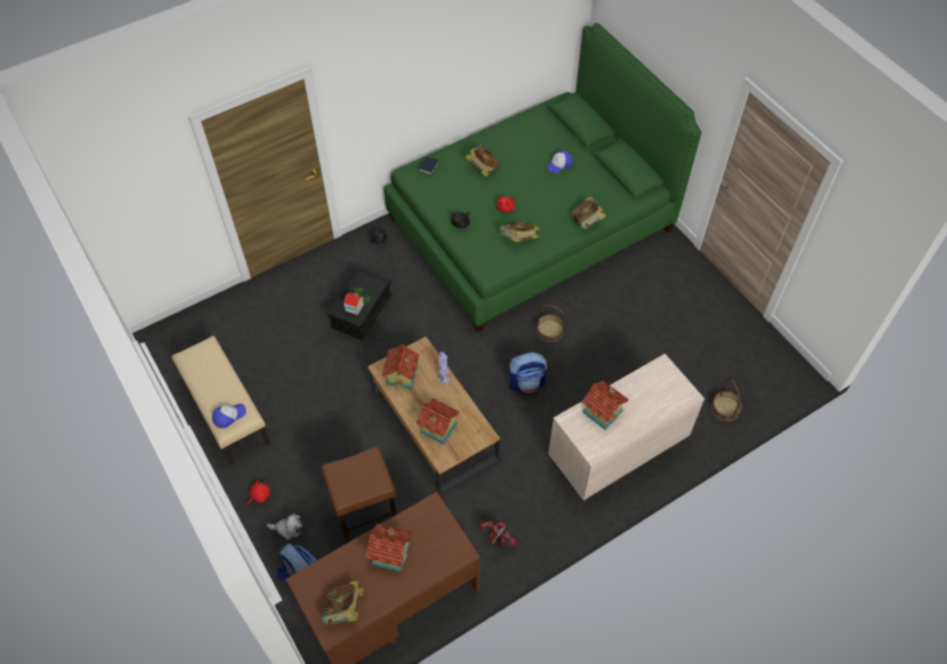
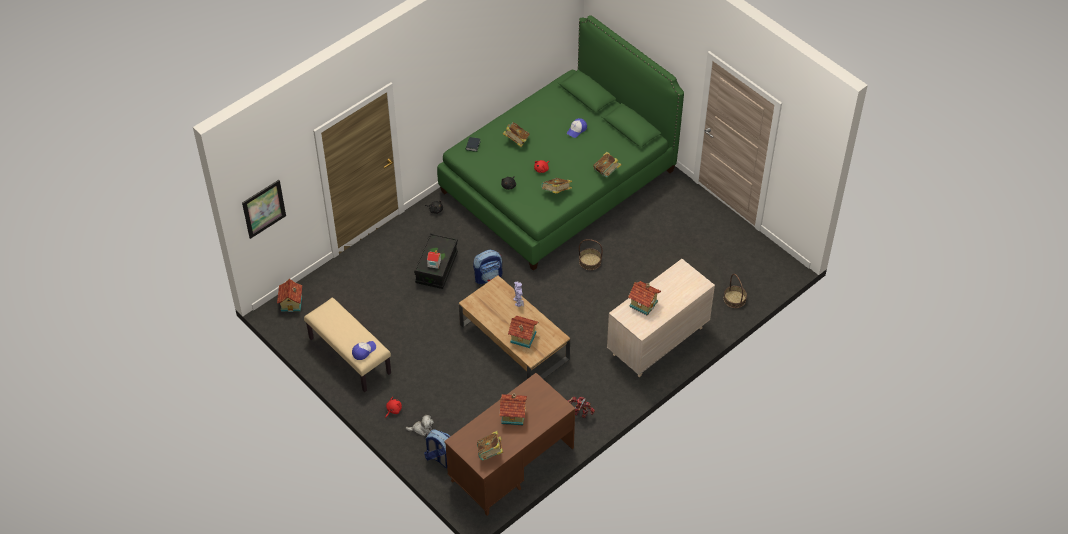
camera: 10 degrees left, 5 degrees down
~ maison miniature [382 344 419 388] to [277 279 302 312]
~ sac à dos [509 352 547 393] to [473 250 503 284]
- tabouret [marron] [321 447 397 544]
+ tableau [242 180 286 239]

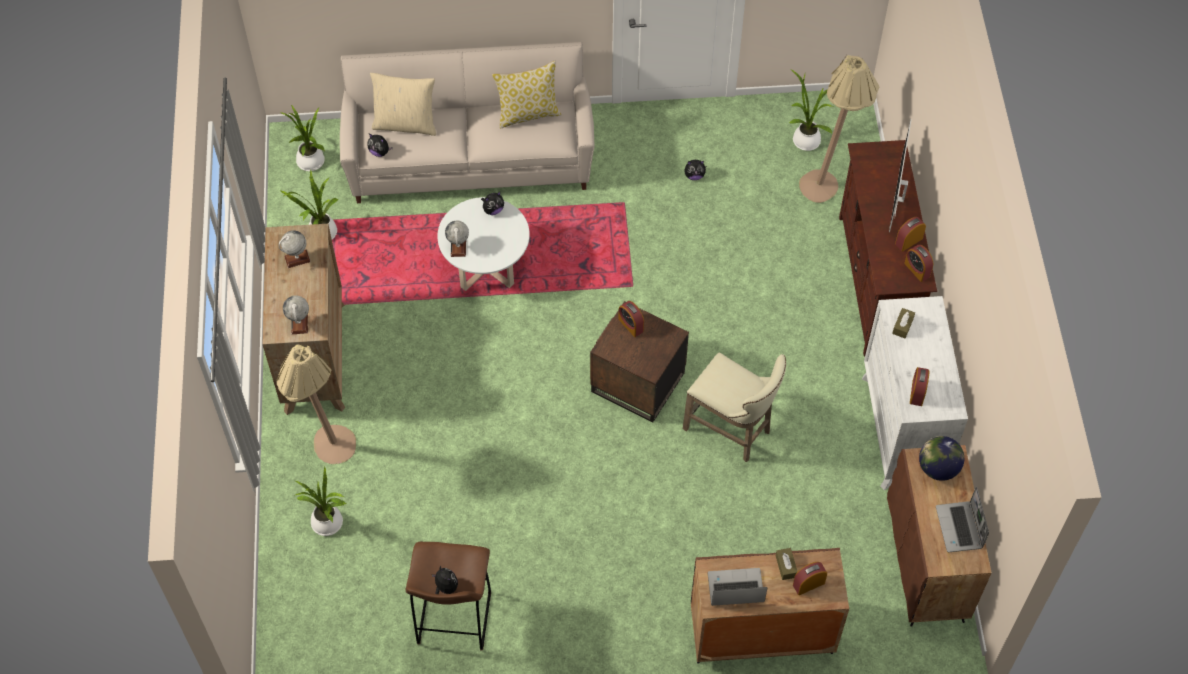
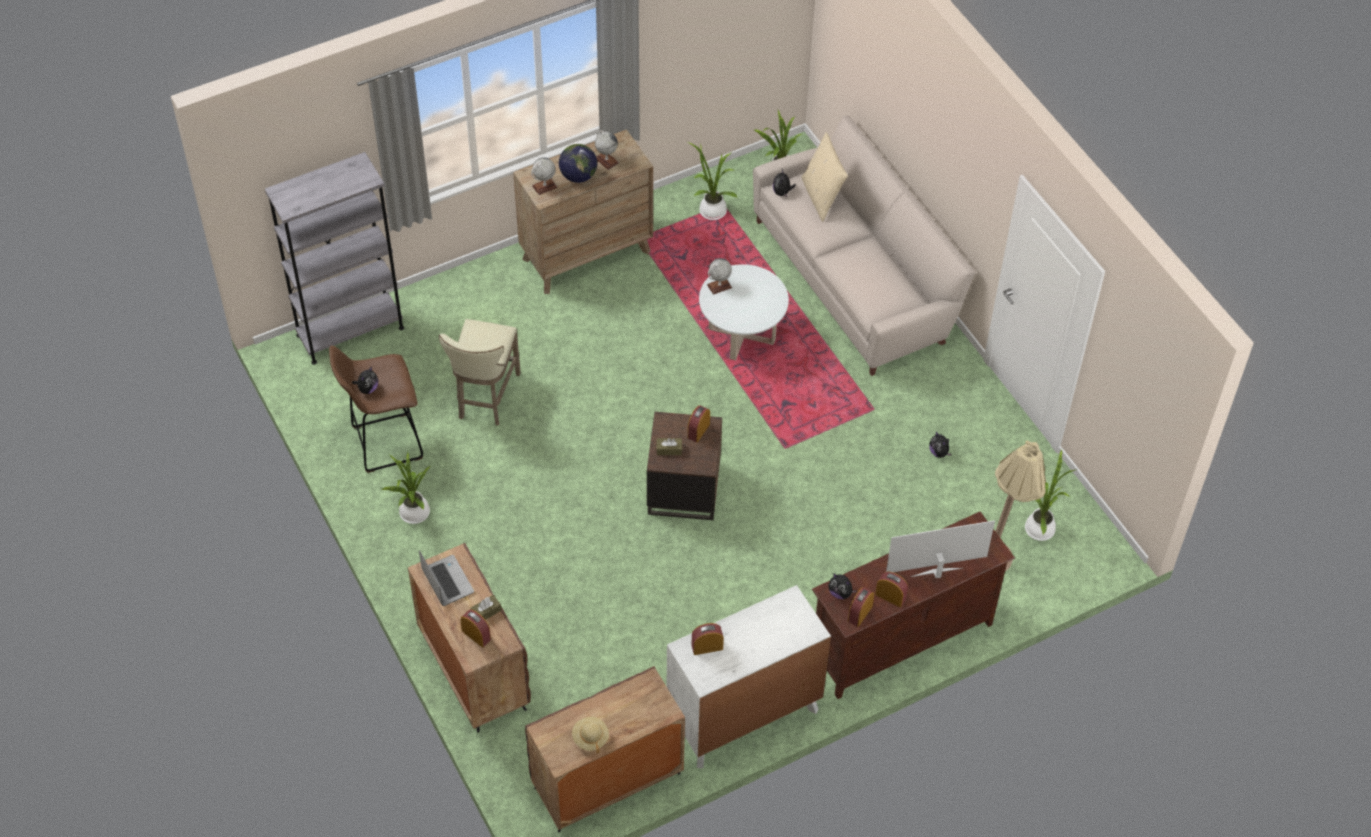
camera: 65 degrees right, 5 degrees down
- coussin [492 61 561 129]
~ peluche [481 192 504 215] to [828 573 857 599]
~ boîte à mouchoirs [marron] [892 308 915 338] to [656 438 682 455]
- lampadaire [beige] [277 344 356 464]
~ tabouret [beige] [683 353 786 462] to [439 319 521 426]
~ globe [919 436 964 481] to [559 144 597 183]
~ plante en pot [294 467 346 536] to [381 452 430 524]
~ ordinateur portable [936 486 989 552] to chapeau [beige] [572 717 609 753]
+ bibliothèque [gris] [264 152 404 365]

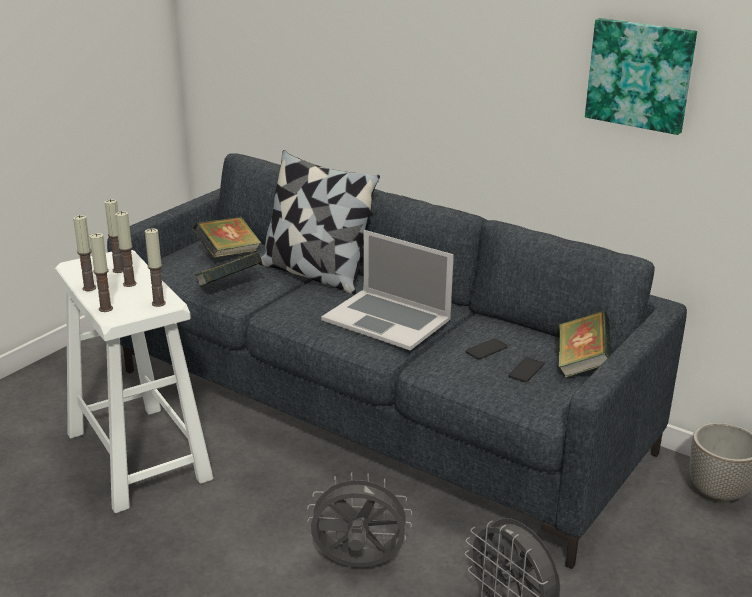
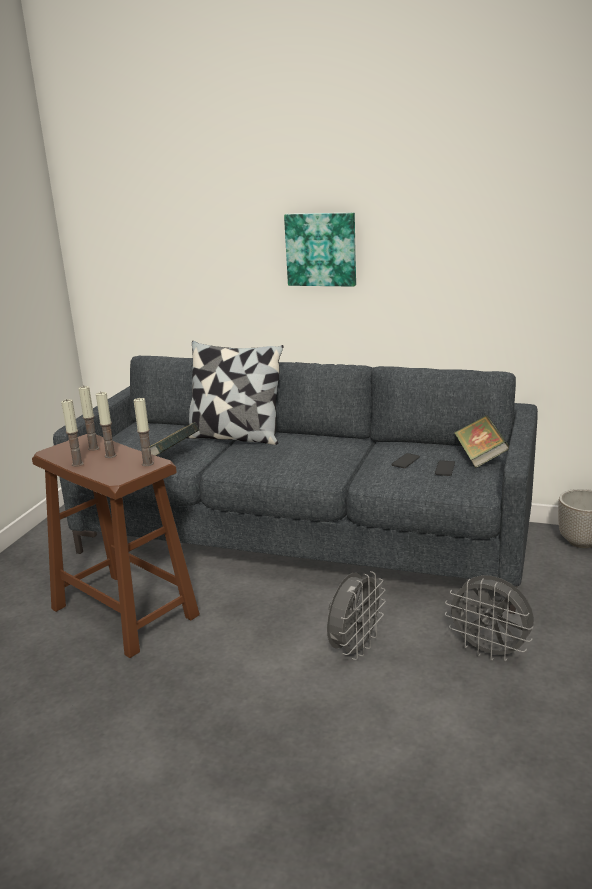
camera: 15 degrees left, 5 degrees down
~ tableau [585 18 697 135] to [284 213 356 287]
- livre [193 217 261 258]
- ordinateur portable [321 230 454 351]
- bougie [90 233 113 312]
~ tabouret [blanc] [54 250 213 513] to tabouret [marron] [32 434 200 658]
~ ventilateur [gris] [307 472 412 567] = [327 571 386 660] 135 degrees clockwise

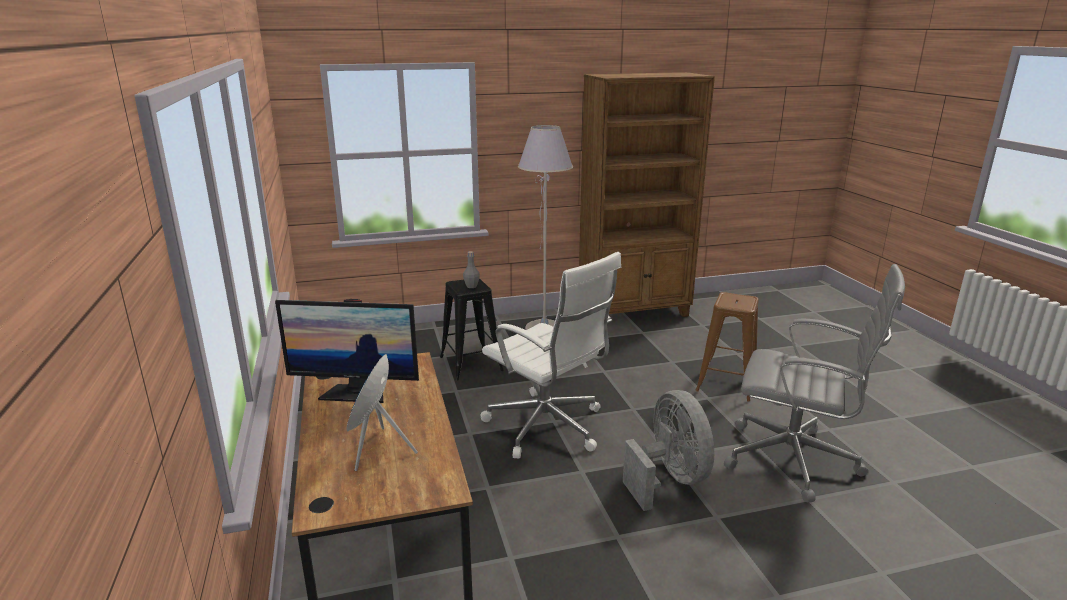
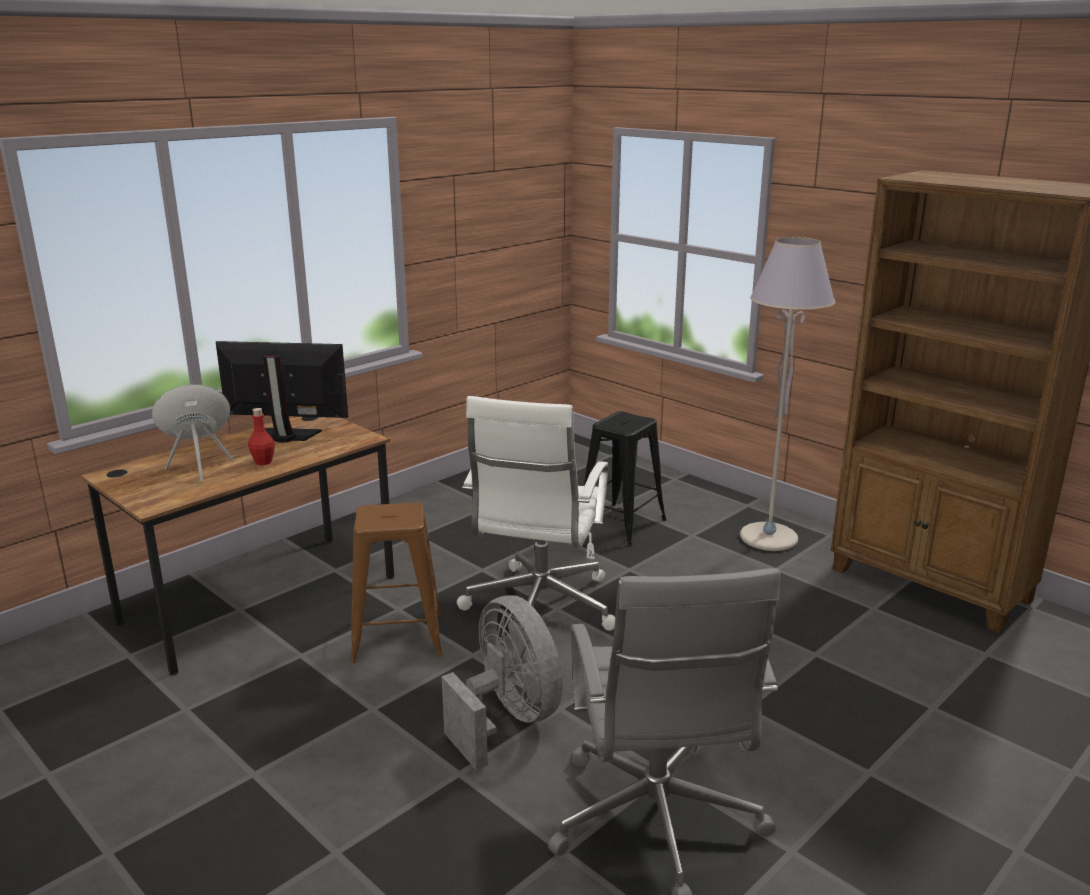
camera: 60 degrees right, 0 degrees up
- bouteille [gris] [463 251 480 288]
~ tabouret [marron] [695 292 759 402] to [350 503 443 663]
~ écran d'ordinateur [275 299 419 403] = [216 341 348 443] 120 degrees clockwise
~ ventilateur [gris] [623 390 714 511] = [442 595 563 770] 75 degrees counterclockwise
+ bouteille [rouge] [248 408 275 465]

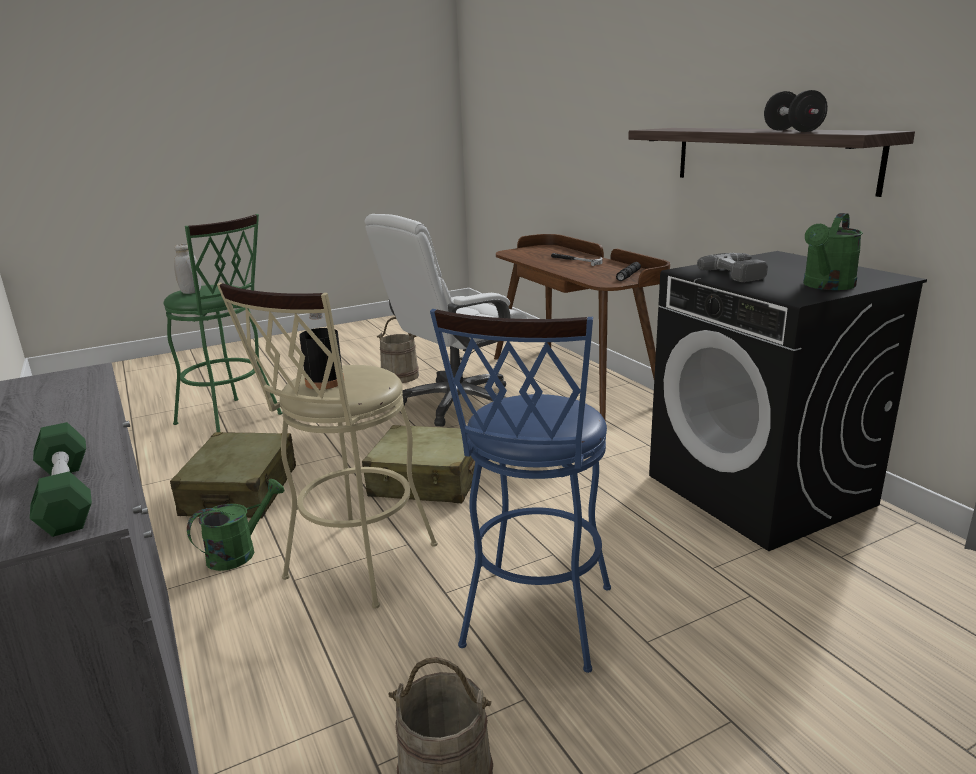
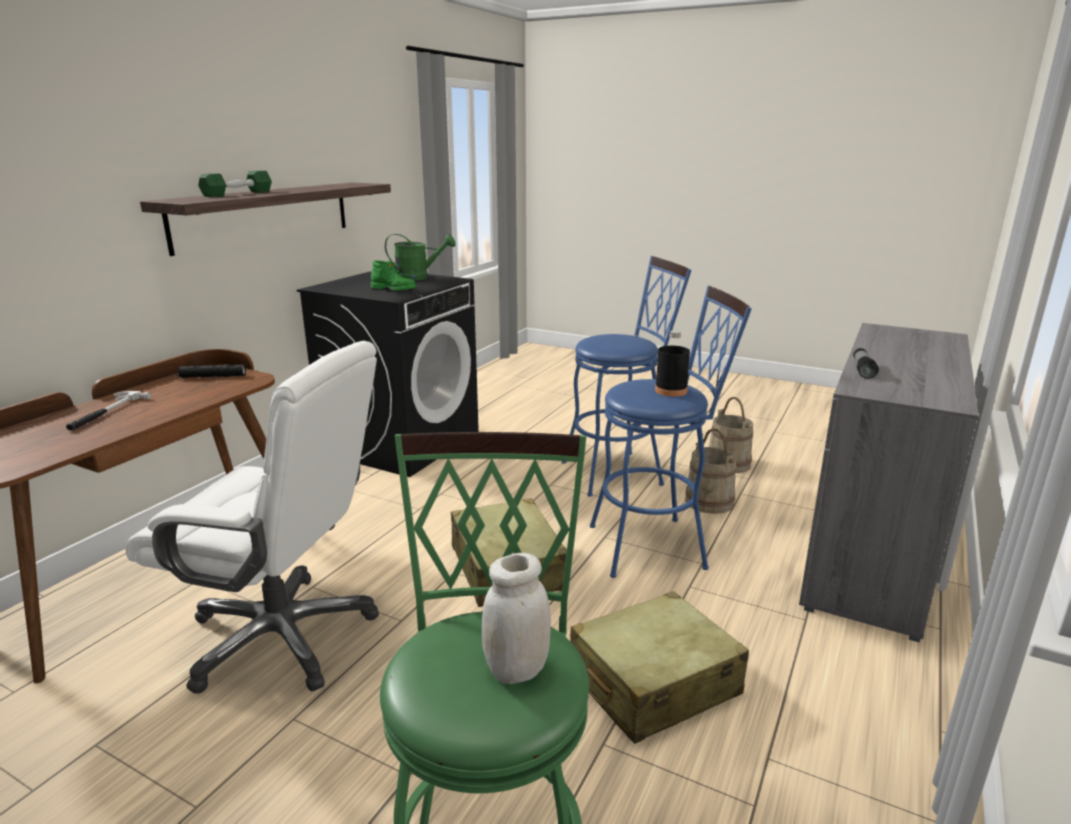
camera: 125 degrees left, 0 degrees up
- haltère [noir] [764 90 828 132]
~ perceuse [697 253 768 282] to botte [vert] [371 260 417 291]
~ tabouret [beige] [217 282 438 609] to tabouret [bleu] [590 286 751 578]
~ seau [beige] [377 317 419 383] to [685 428 736 514]
~ haltère [vert] [30 422 92 537] to [198 170 272 197]
- arrosoir [vert] [187 479 284 571]
+ lampe de poche [853 348 879 379]

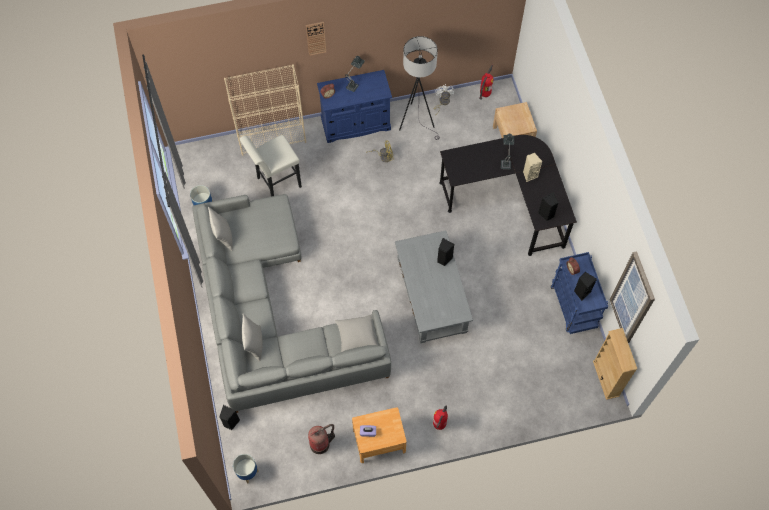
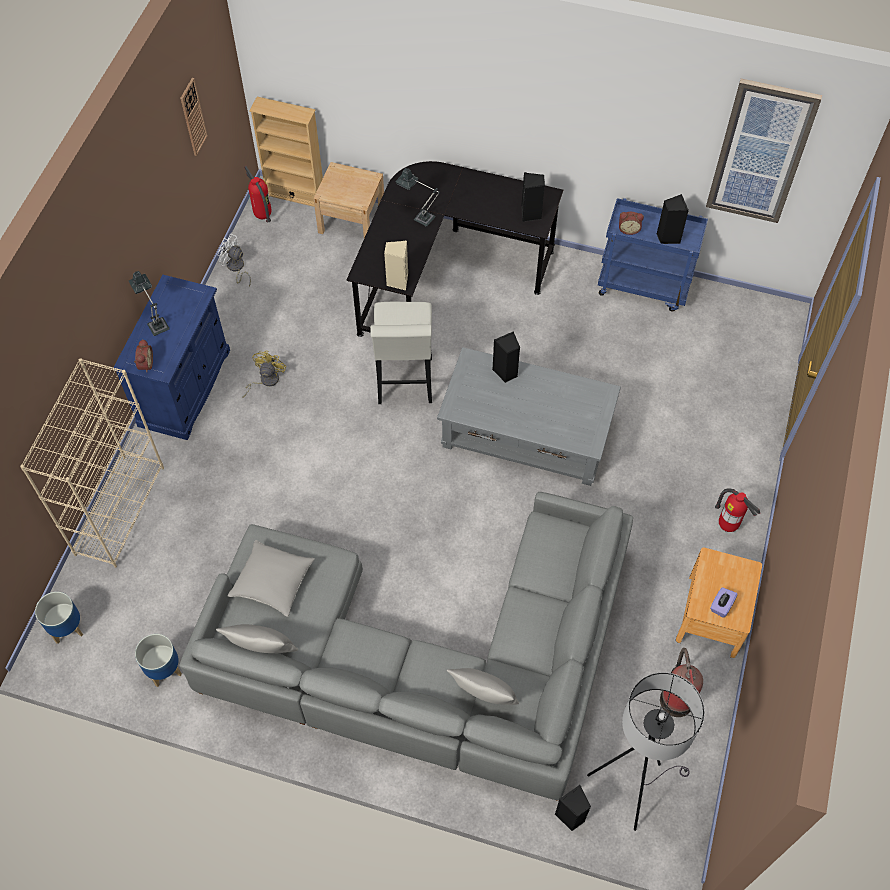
camera: 60 degrees left, 5 degrees down
~ horloge murale [306 22 326 56] to [180 78 208 156]
~ lampadaire [gris] [399 36 440 140] to [587 672 705 831]
~ tabouret [blanc] [239 135 302 197] to [370 302 432 404]
~ enceinte [beige] [523 153 542 182] to [384 241 408 290]
~ coussin [gris] [335 314 377 352] to [227 540 315 617]
~ bibliothèque [beige] [593 328 637 400] to [249 97 323 207]
~ cache-pot [233 454 259 483] to [35 592 83 644]

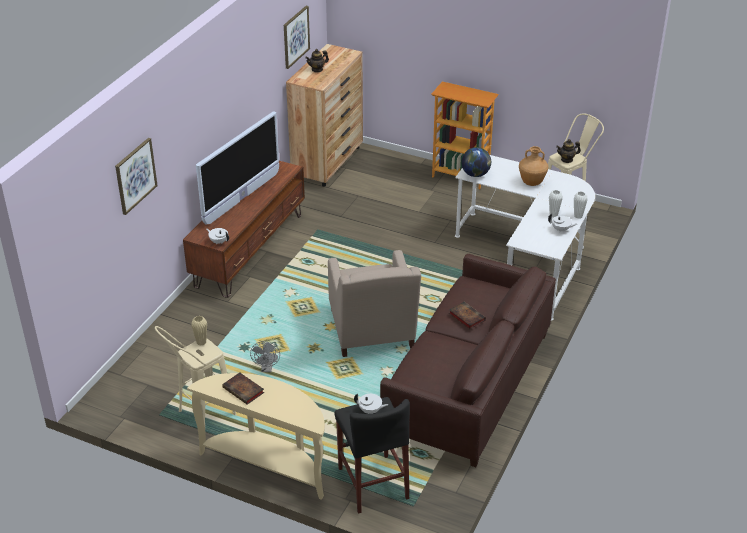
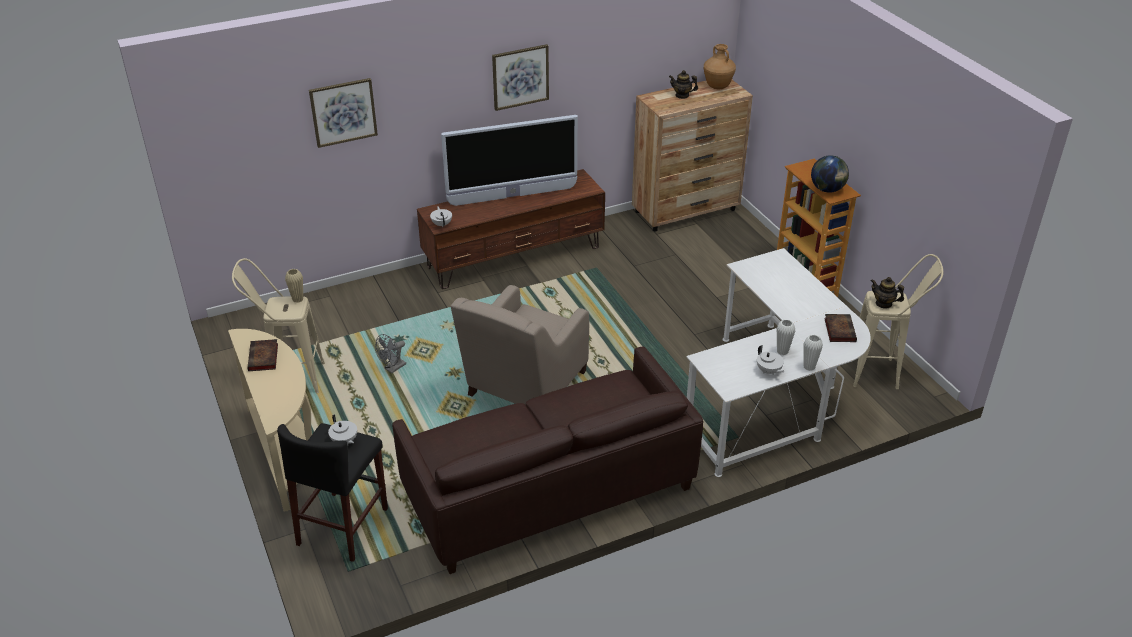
camera: 40 degrees right, 0 degrees up
~ tableau [284 6 310 69] to [492 44 549 111]
~ vase [marron] [519 146 549 186] to [704 44 736 89]
~ globe [461 147 491 177] to [811 155 849 193]
~ livre [449 302 486 329] to [824 314 857 342]

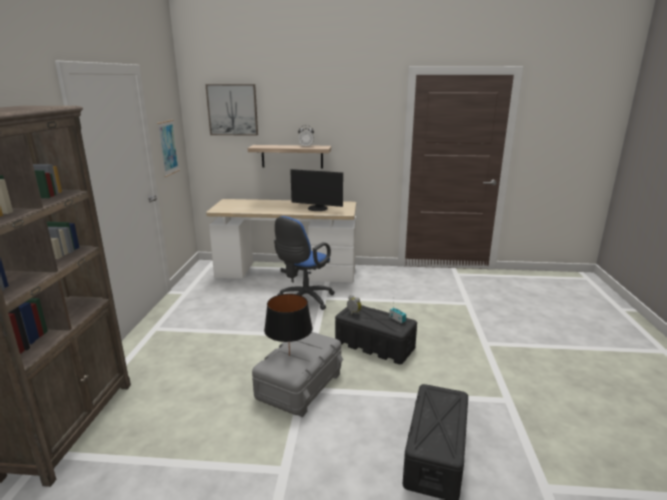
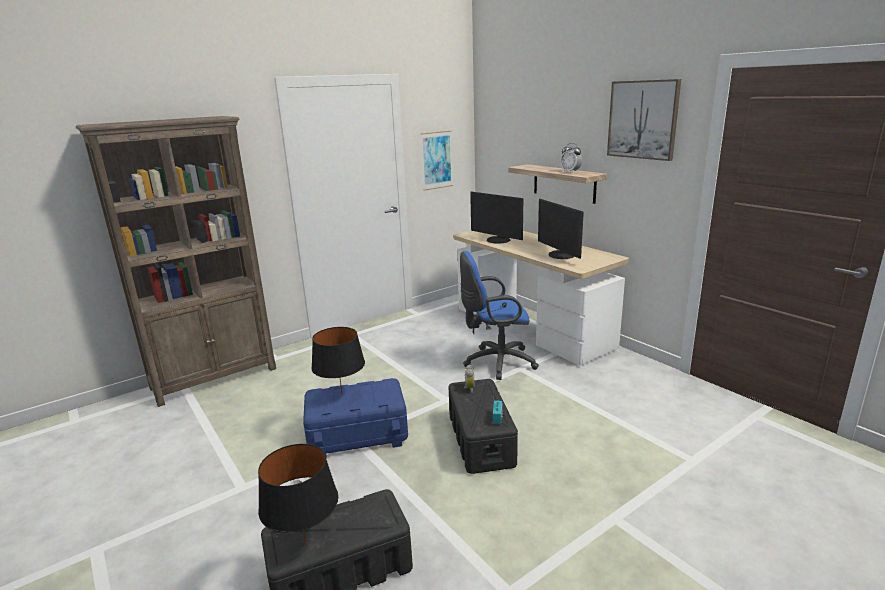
camera: 50 degrees right, 0 degrees up
~ tableau [205 84 258 136] to [607 79 681 161]
~ boîte de rangement [gris] [252 332 343 417] to boîte de rangement [bleu] [303 378 408 455]
+ écran d'ordinateur [470 192 523 244]
+ lampe de table [noir] [258 444 338 543]

